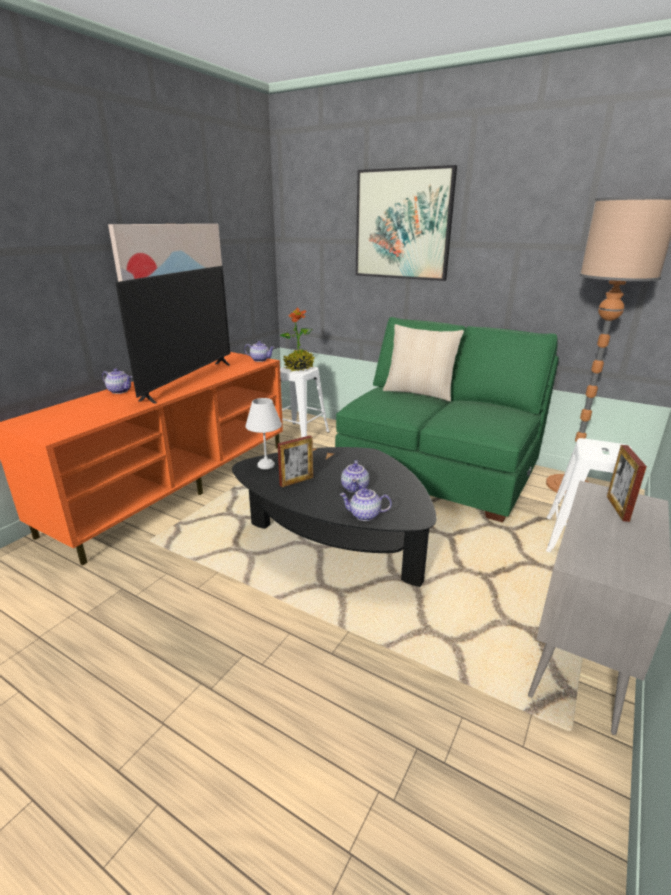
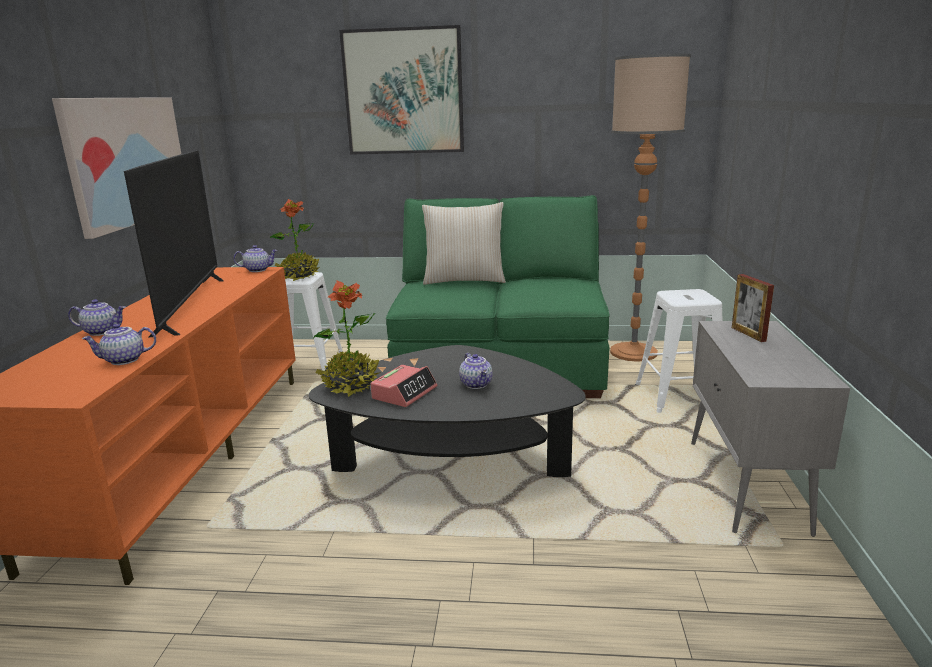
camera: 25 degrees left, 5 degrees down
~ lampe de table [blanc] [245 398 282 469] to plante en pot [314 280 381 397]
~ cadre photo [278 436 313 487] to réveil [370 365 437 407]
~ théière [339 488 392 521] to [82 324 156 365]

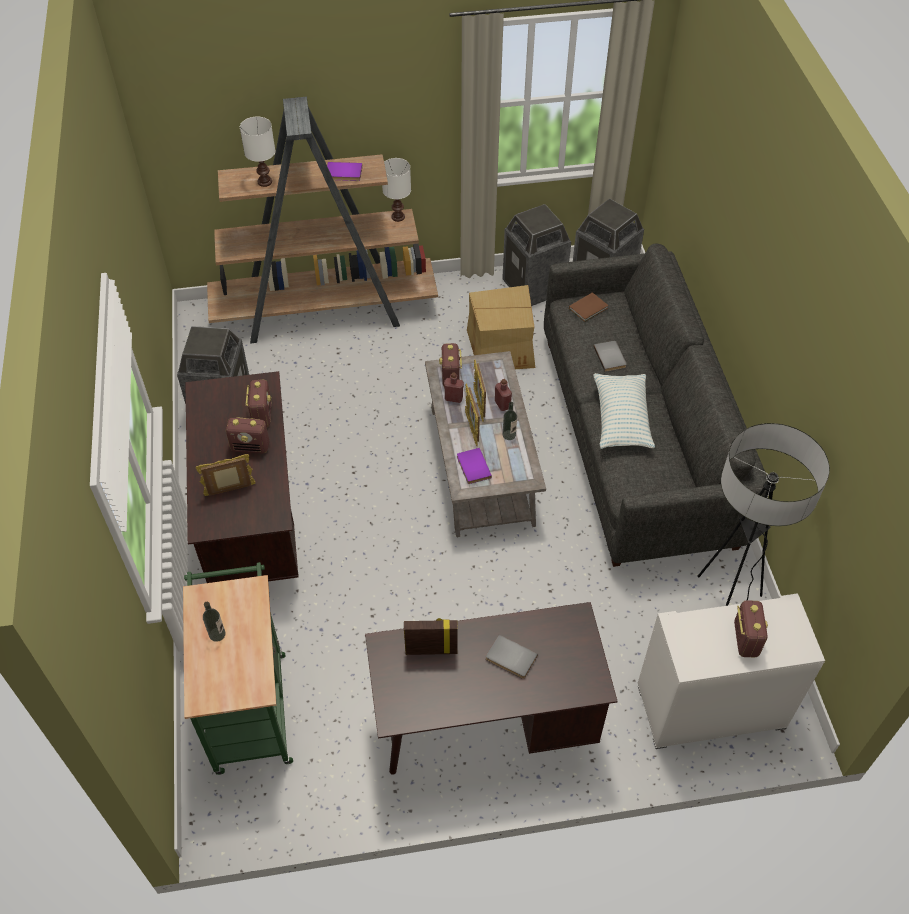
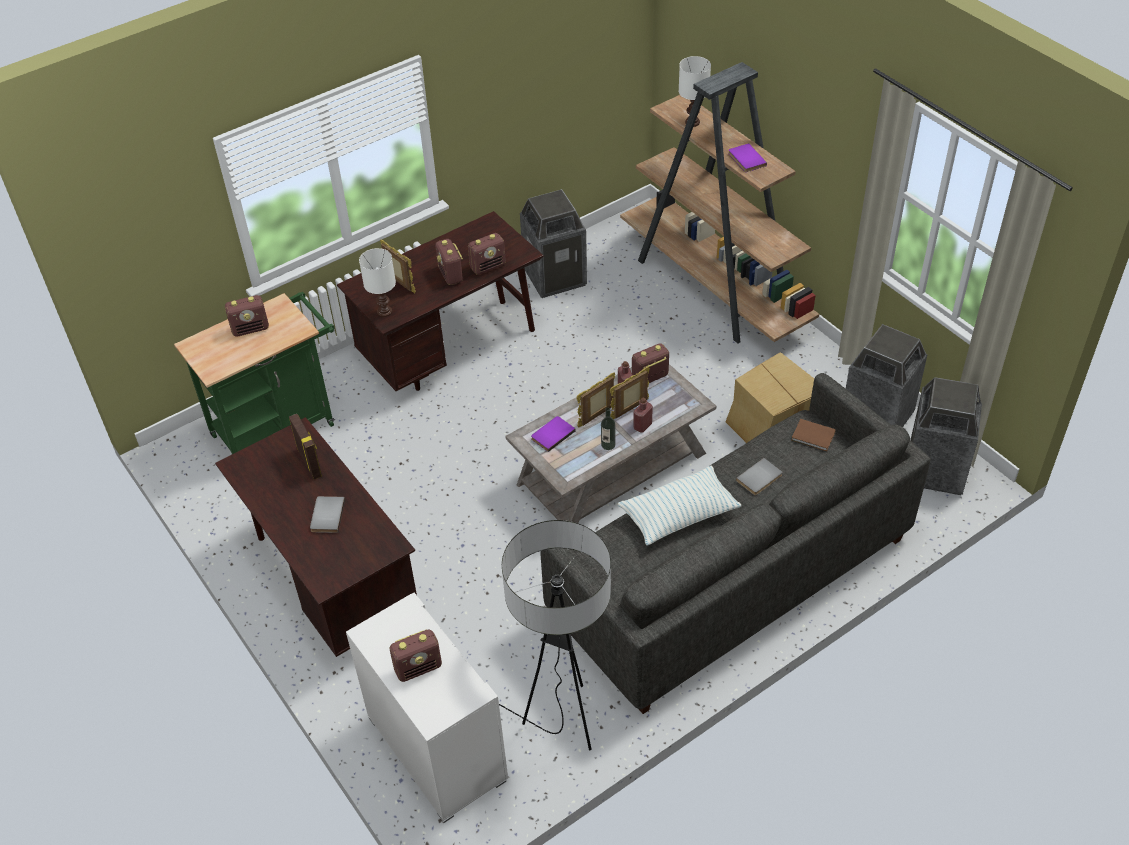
camera: 65 degrees right, 5 degrees down
~ lampe de table [blanc] [382 158 411 222] to [359 248 396 317]
~ bouteille [203 602 226 642] to radio [225 295 269 337]

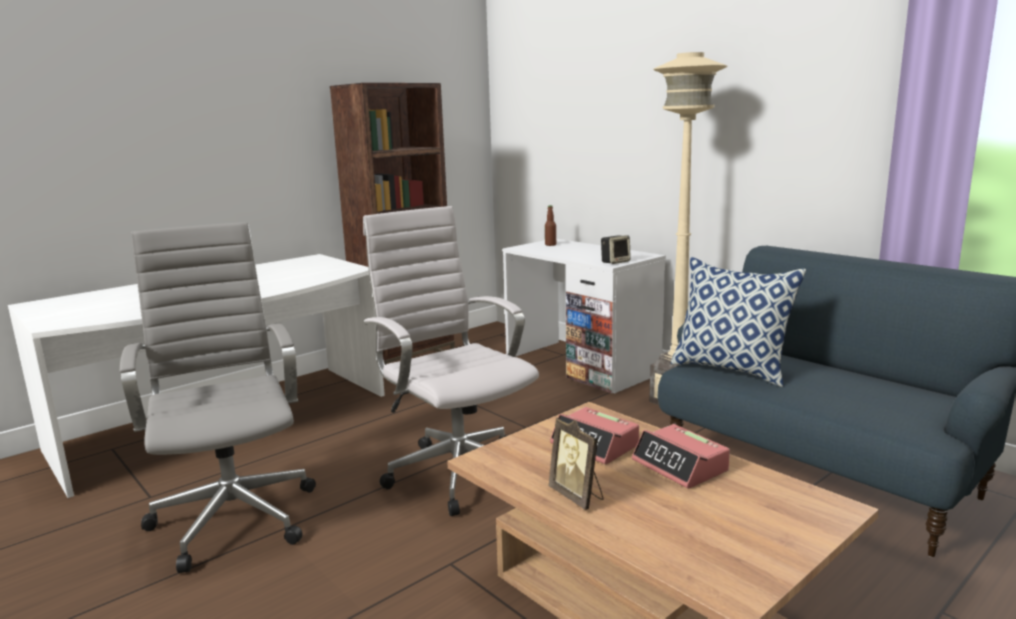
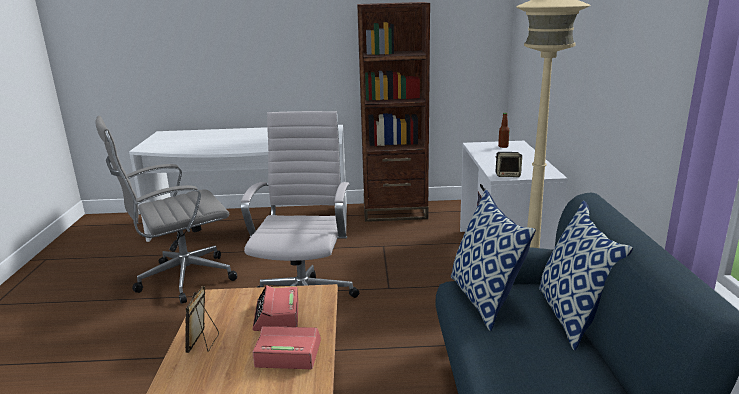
camera: 40 degrees right, 5 degrees up
~ chaise de bureau [gris] [120 222 316 573] = [95 116 237 304] 135 degrees counterclockwise
~ réveil [632 424 730 489] = [252 326 321 369] 90 degrees clockwise
+ coussin [539 201 633 351]

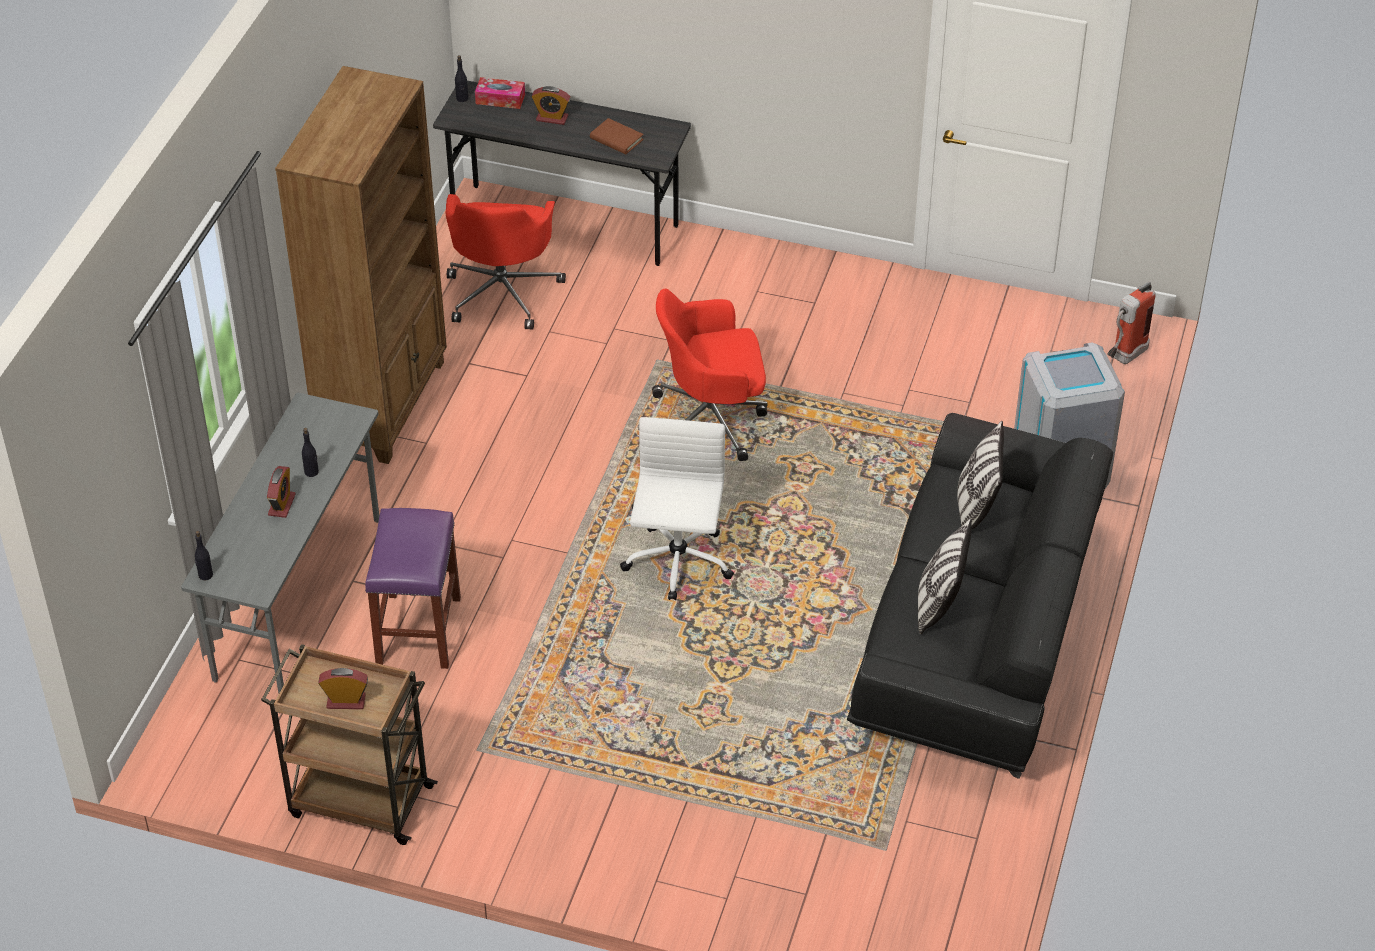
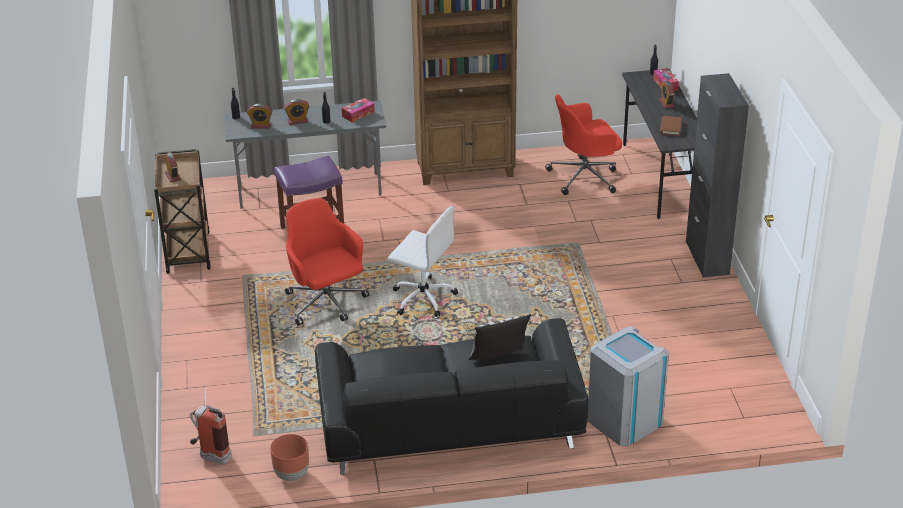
camera: 65 degrees right, 10 degrees down
~ extincteur [1107 281 1156 364] to [190 405 232 465]
~ chaise de bureau [rouge] [652 289 768 461] to [285 198 370 326]
~ chaise de bureau [blanc] [620 417 734 600] = [388 206 458 317] 45 degrees clockwise
- coussin [918 519 972 634]
+ meuble de rangement [noir] [686 73 749 277]
+ boîte à mouchoirs [342 98 374 122]
+ réveil [247 104 273 129]
+ cache-pot [marron] [270 434 309 481]

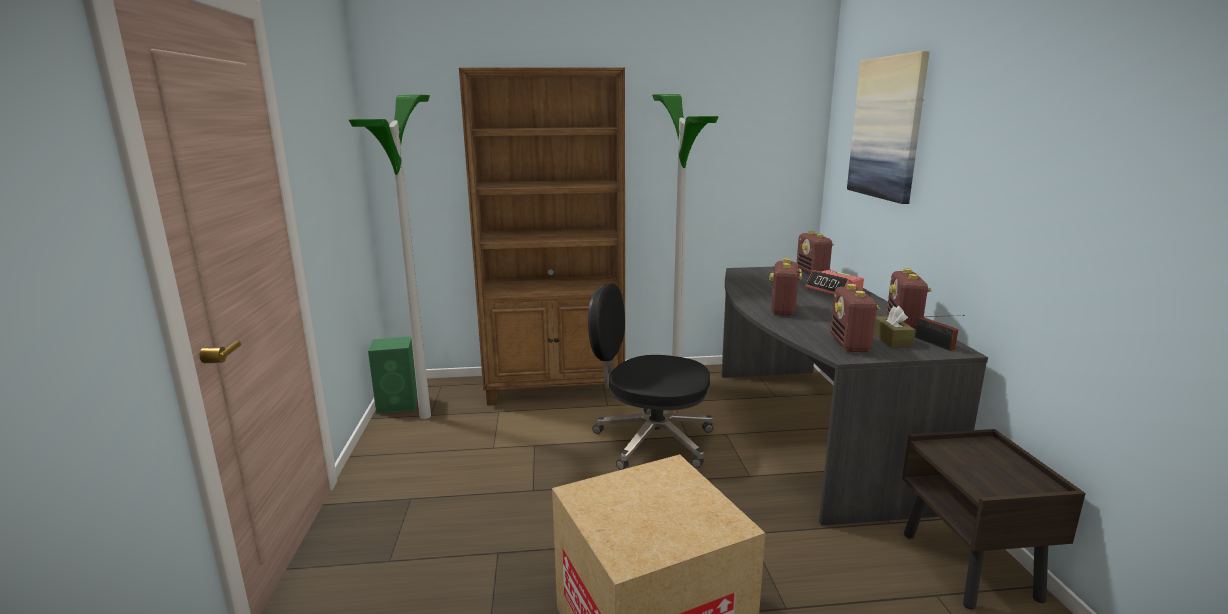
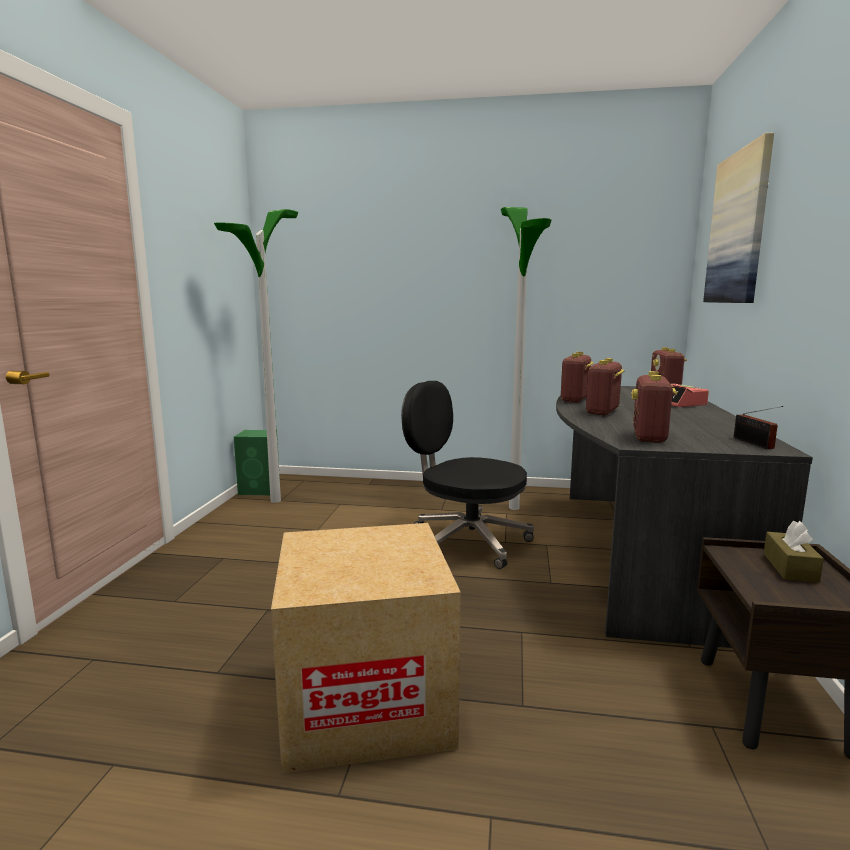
camera: 15 degrees right, 5 degrees down
- bibliothèque [marron] [459 68 625 405]
~ radio [887 268 932 330] to [561 352 594 403]
~ boîte à mouchoirs [marron] [874 306 916 348] to [764 521 824 583]

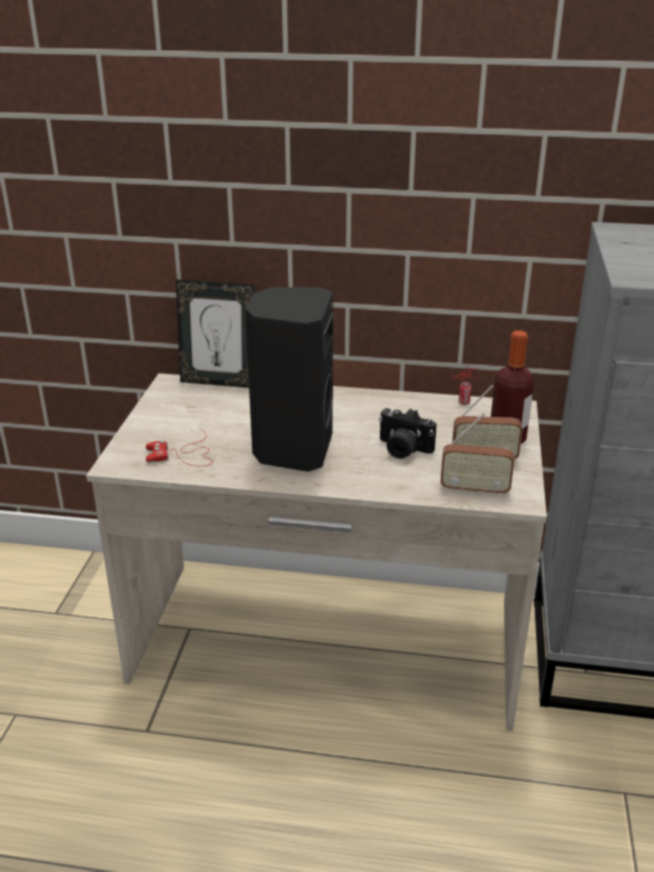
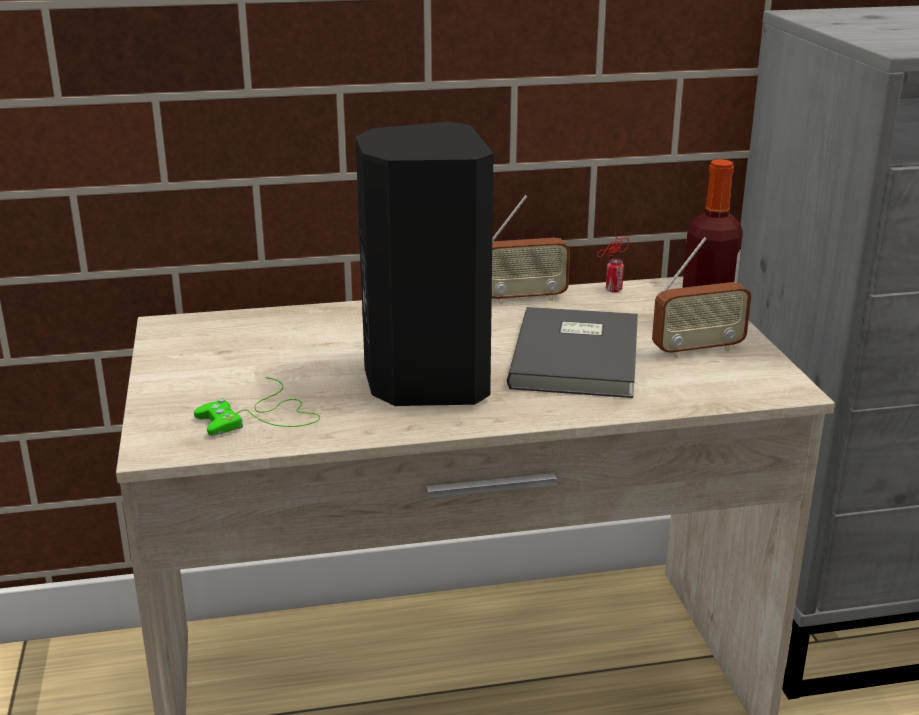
camera: 20 degrees left, 5 degrees down
- cadre photo [176 280 255 388]
~ appareil photo [379 408 437 459] to livre [gris] [507 307 638 398]
~ radio [440 413 514 497] to [492 195 570 304]
~ manette [rouge] [146 430 213 466] to manette [vert] [194 377 320 436]

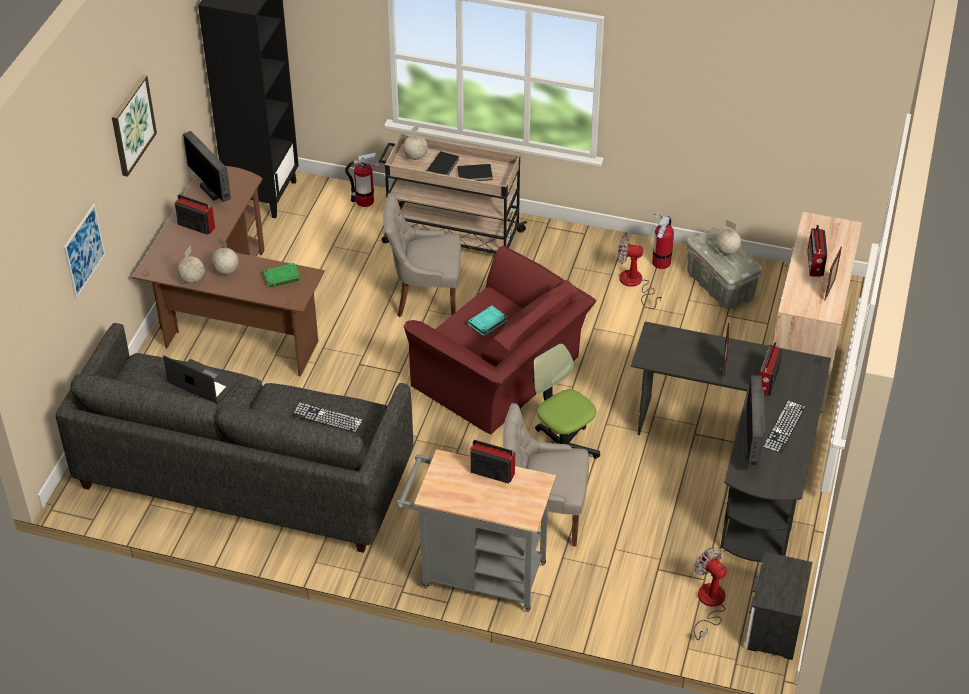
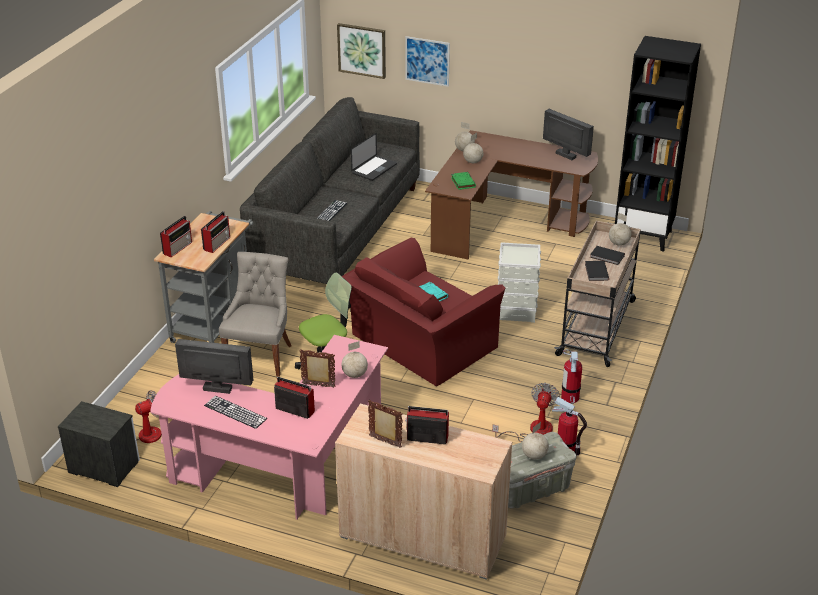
camera: 95 degrees right, 10 degrees down
~ tableau [112 75 157 177] to [337 23 386 79]
~ écran d'ordinateur [183 131 231 202] = [543 109 594 160] 75 degrees clockwise
~ extincteur [345 153 379 207] to [561 350 582 404]
~ chaise [gris] [383 193 461 317] to boîte de rangement [gris] [498 242 541 323]
~ radio [175 194 215 235] to [160 216 192 257]
~ bureau [noir] [631 322 831 562] to bureau [rose] [150 335 388 520]
+ globe [342 341 368 378]

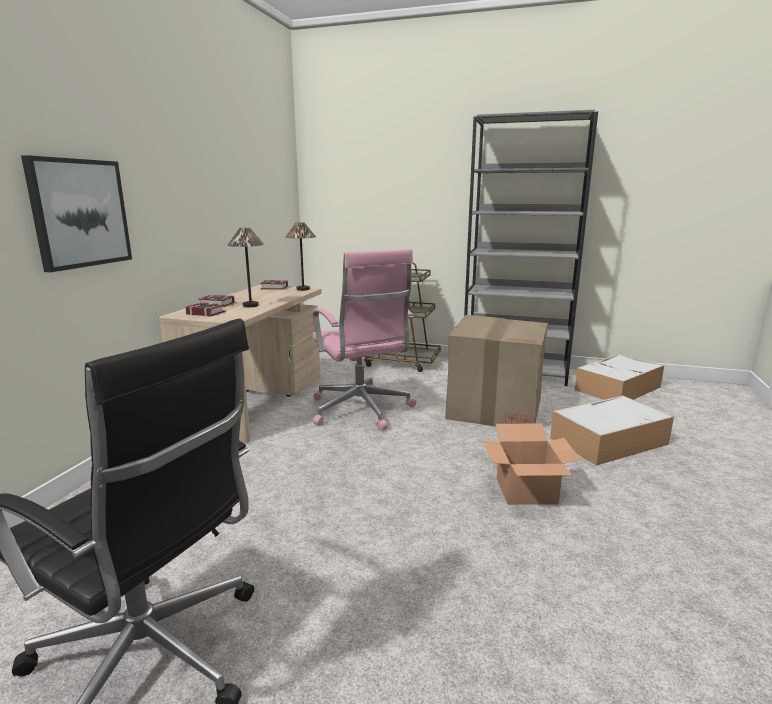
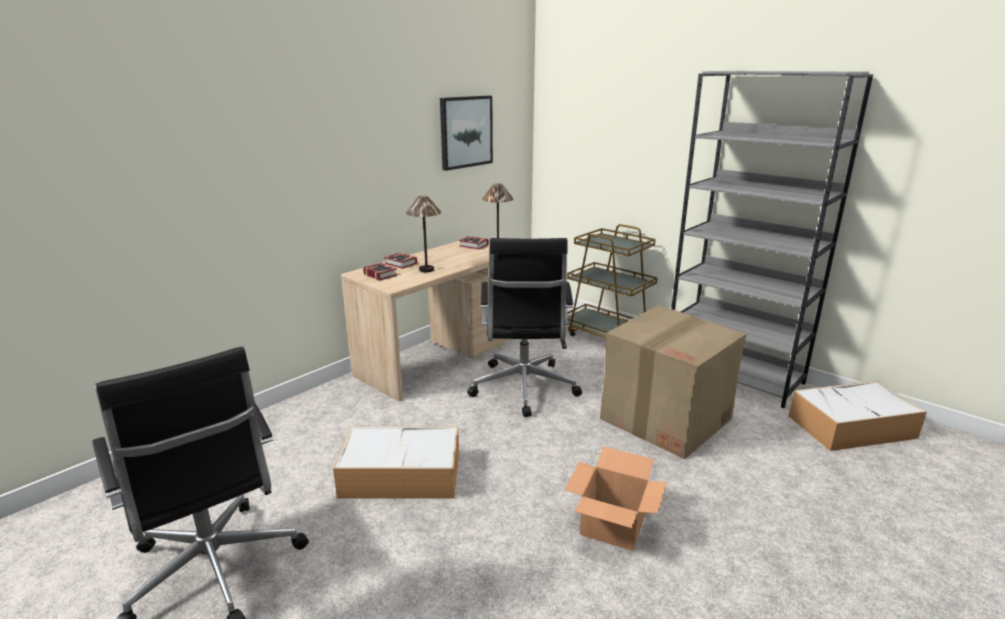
camera: 25 degrees right, 5 degrees up
~ tableau [21 155 132 272] to [440 96 493 171]
~ chaise de bureau [rose] [313 249 416 431] to chaise de bureau [noir] [467 238 582 417]
~ boîte de rangement [550 396 674 466] to [333 426 459 498]

